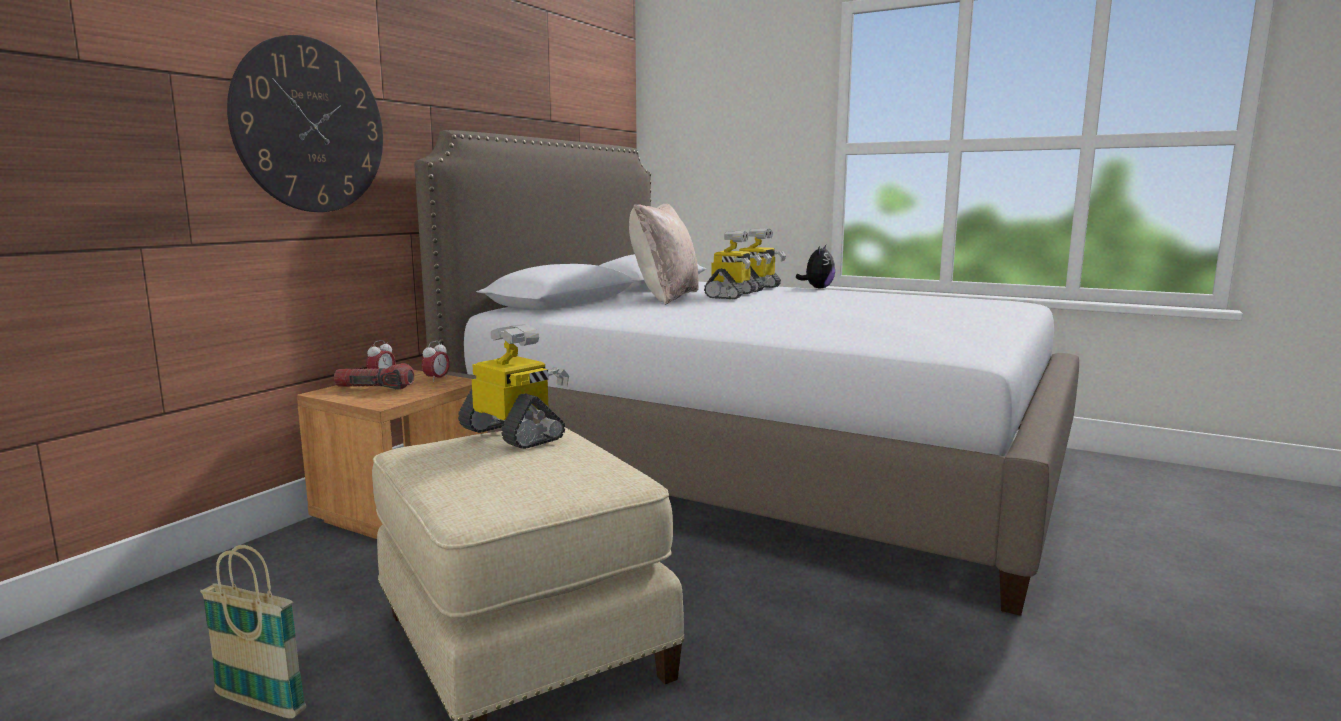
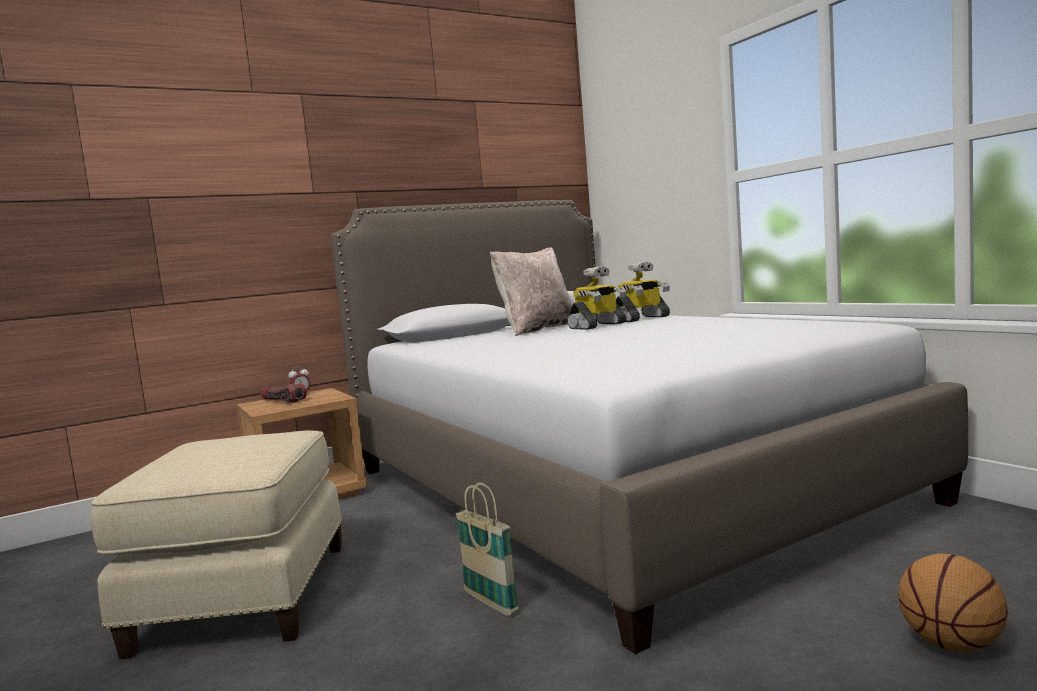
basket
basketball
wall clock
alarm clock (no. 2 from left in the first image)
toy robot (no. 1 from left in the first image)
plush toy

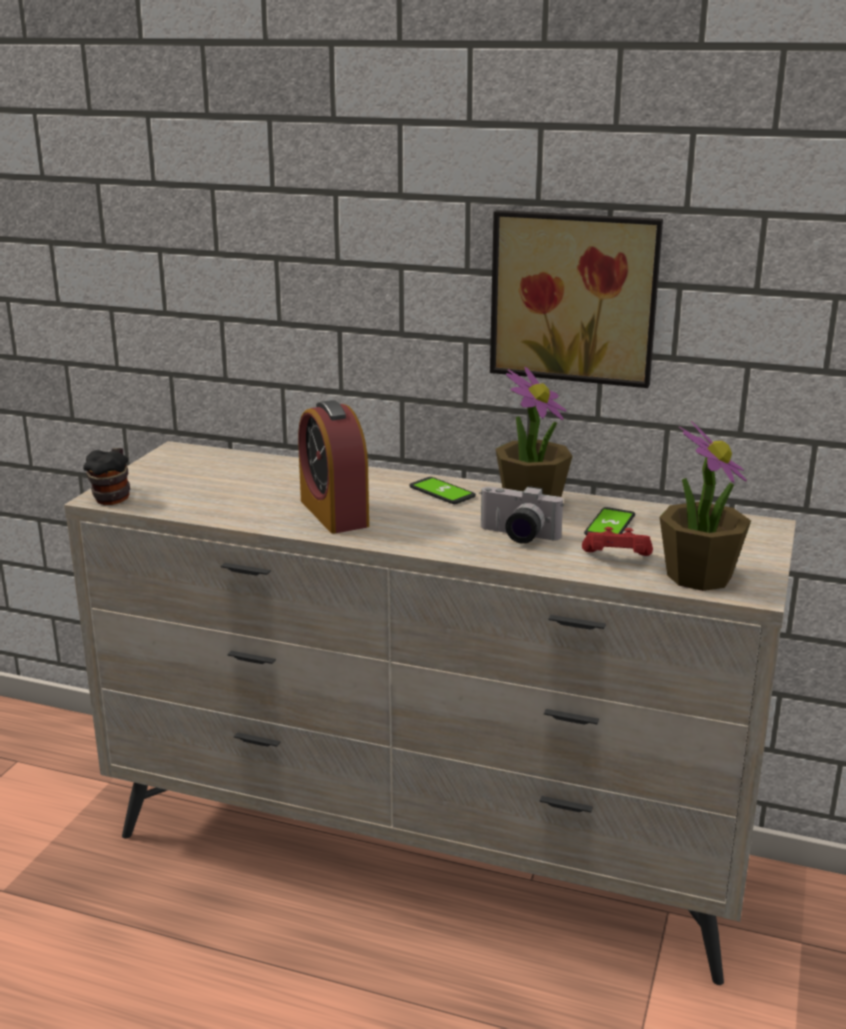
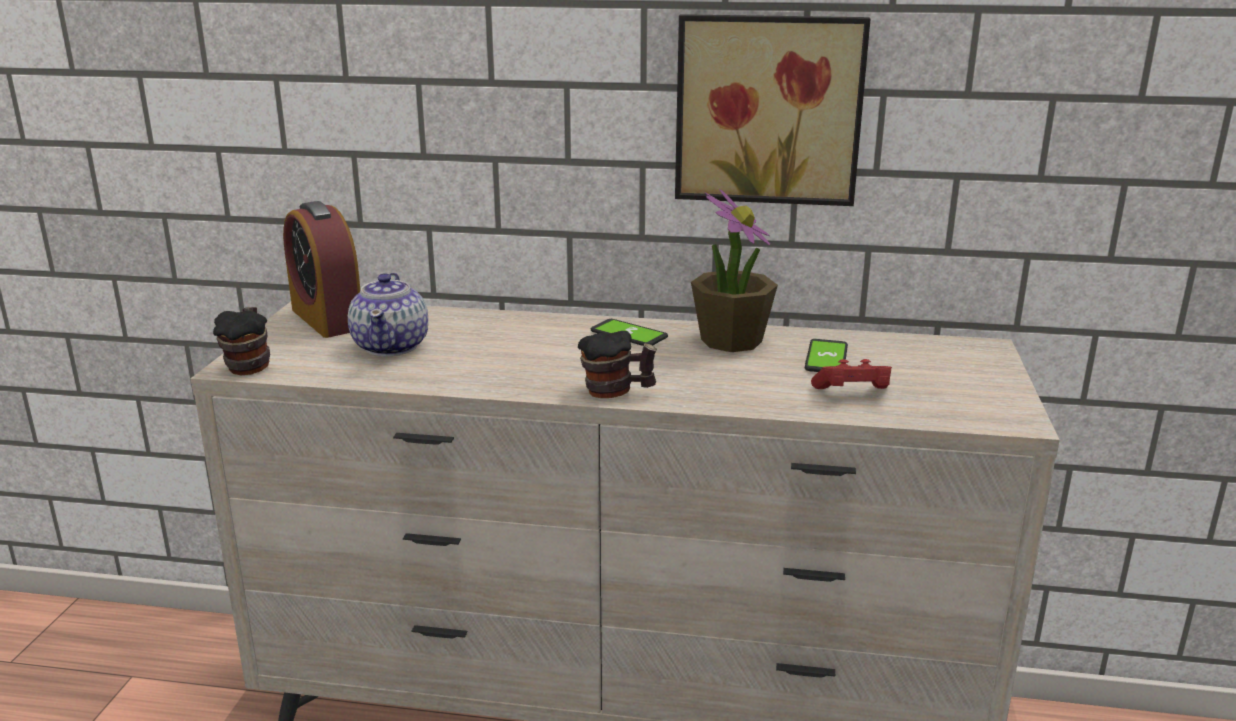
alarm clock
teapot
mug (no. 2 from left)
photo camera
potted plant (no. 2 from left in the first image)

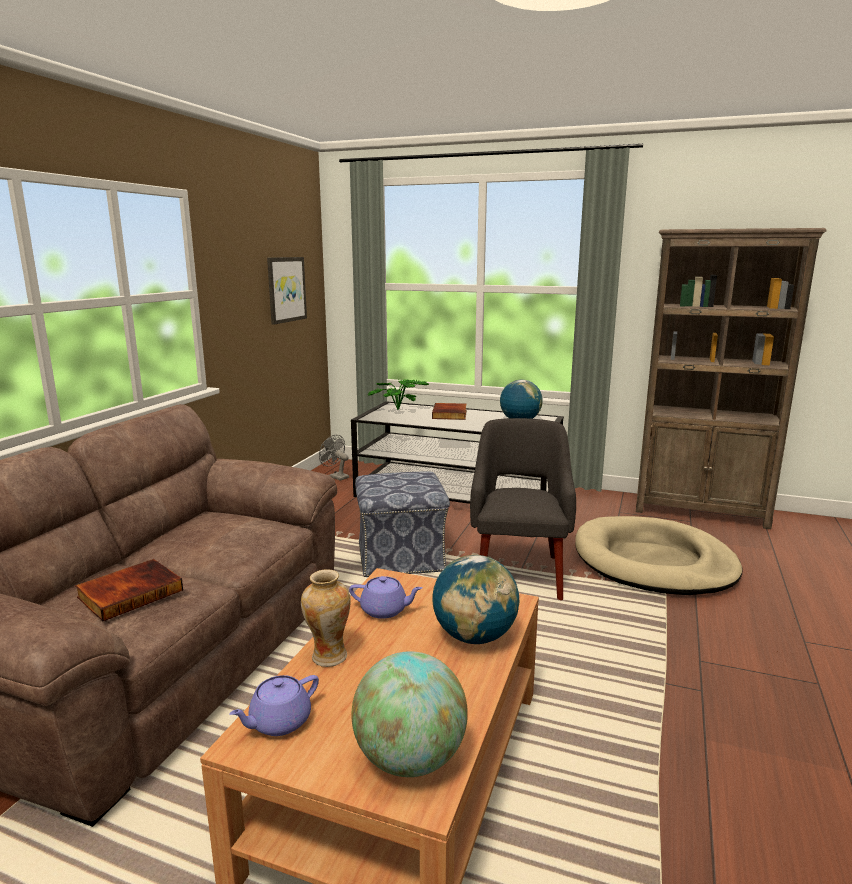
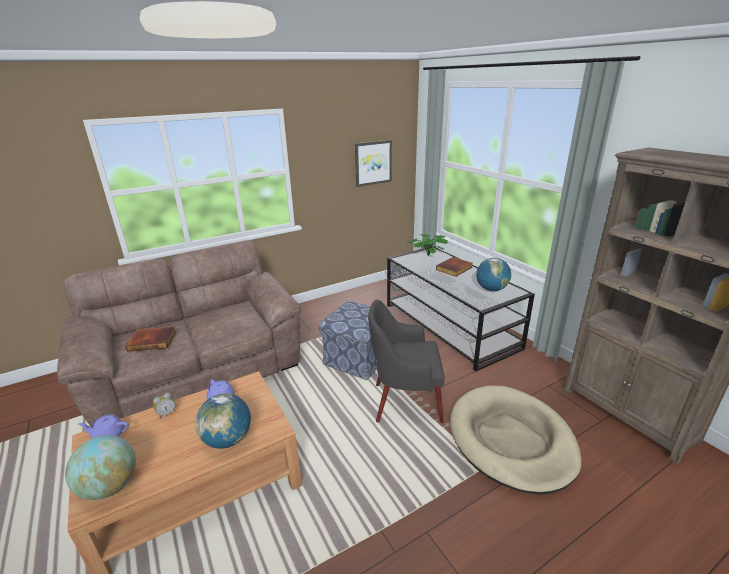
alarm clock
grey armchair

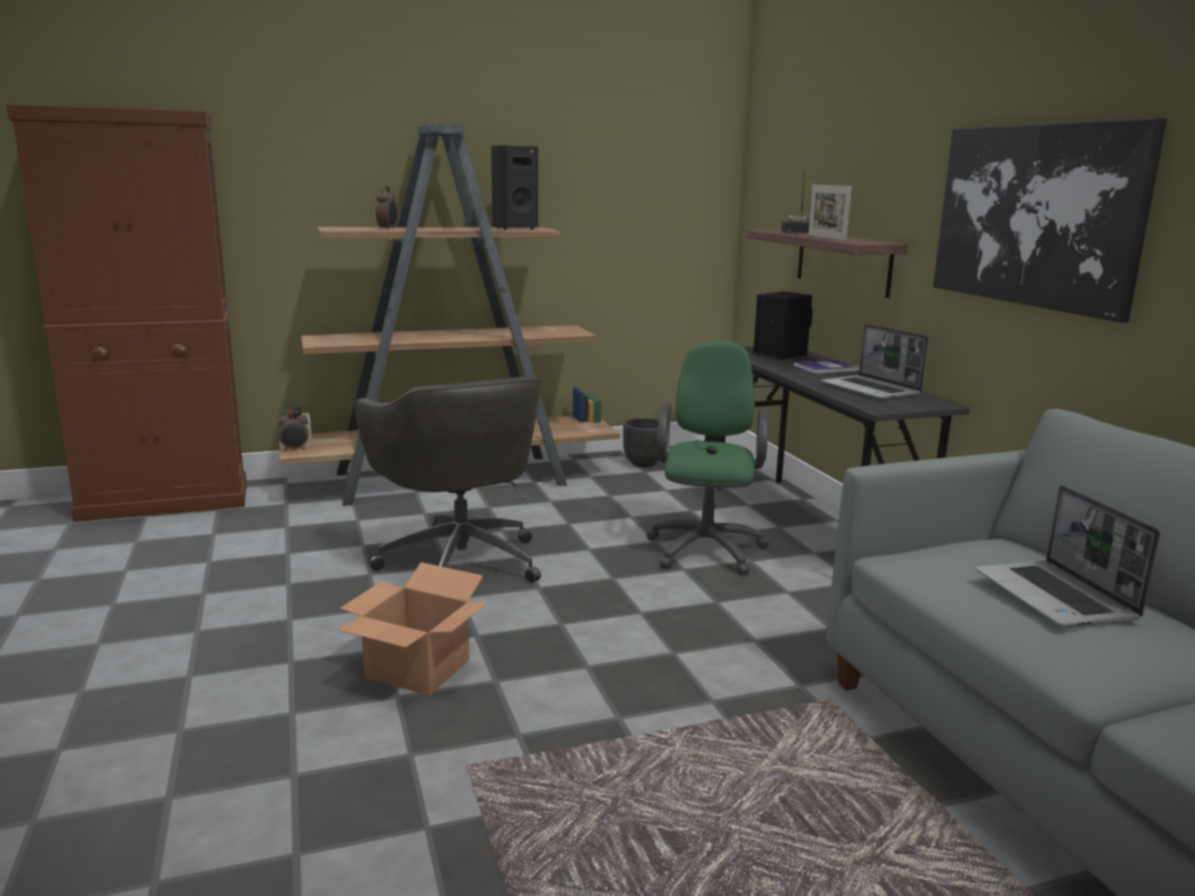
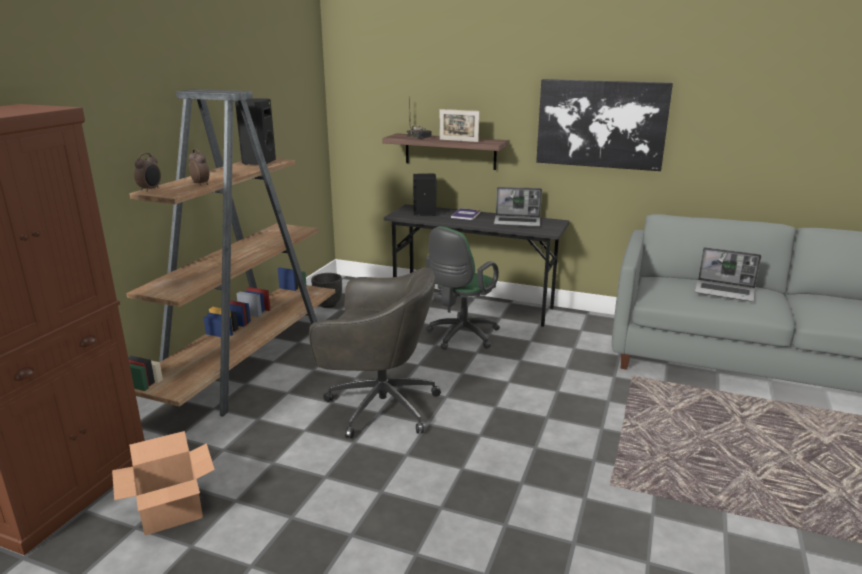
cardboard box
alarm clock (no. 1 from left)
green office chair

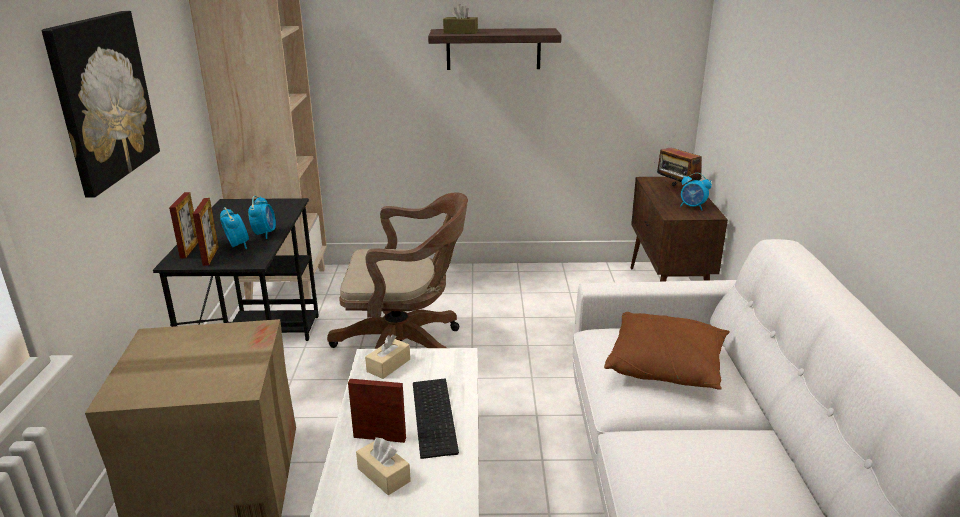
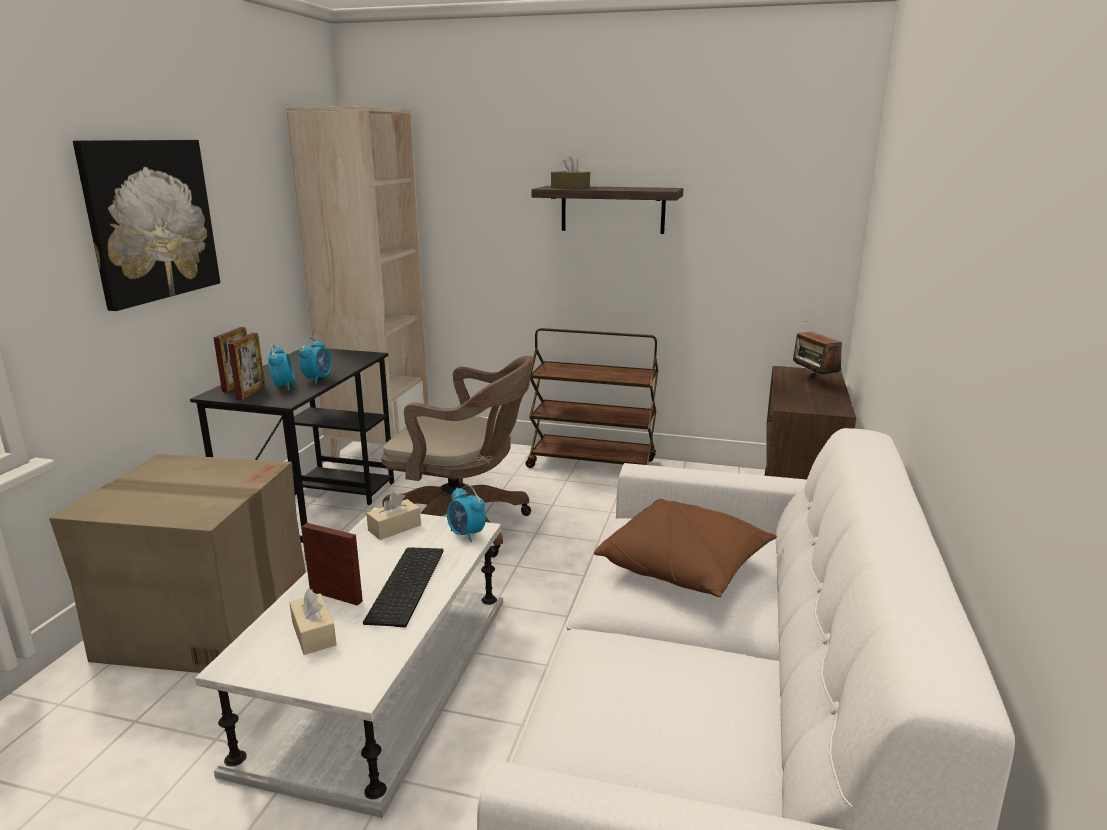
alarm clock (no. 3 from left)
brown cart

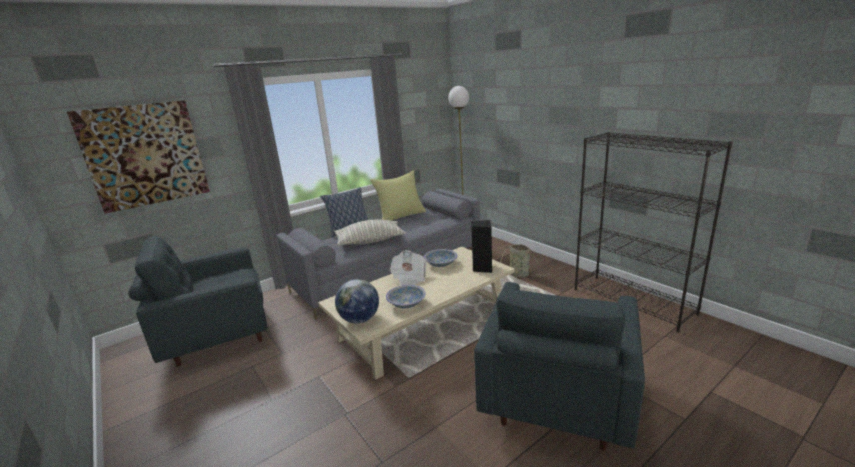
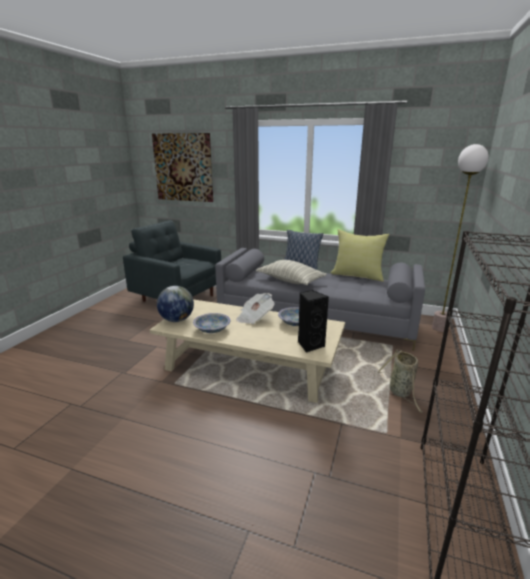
grey armchair (no. 2 from left in the first image)

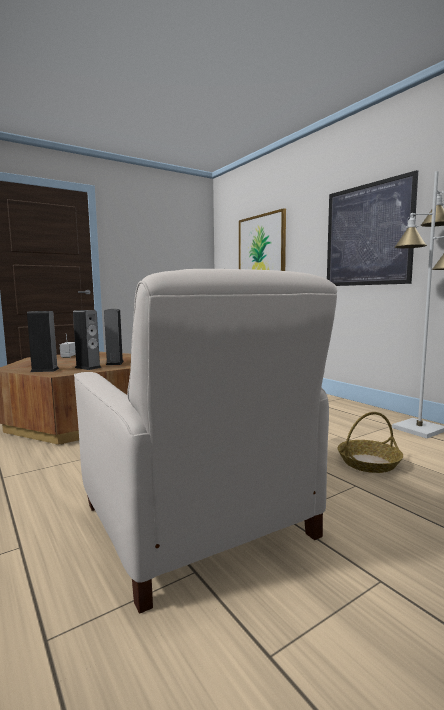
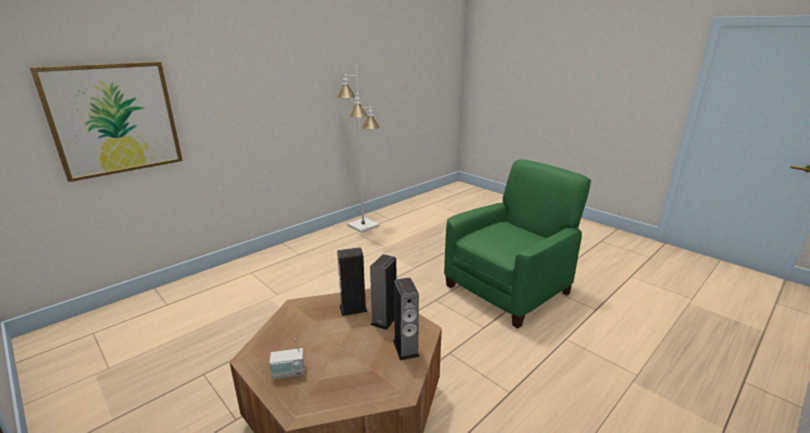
green armchair
picture (no. 2 from left in the first image)
basket

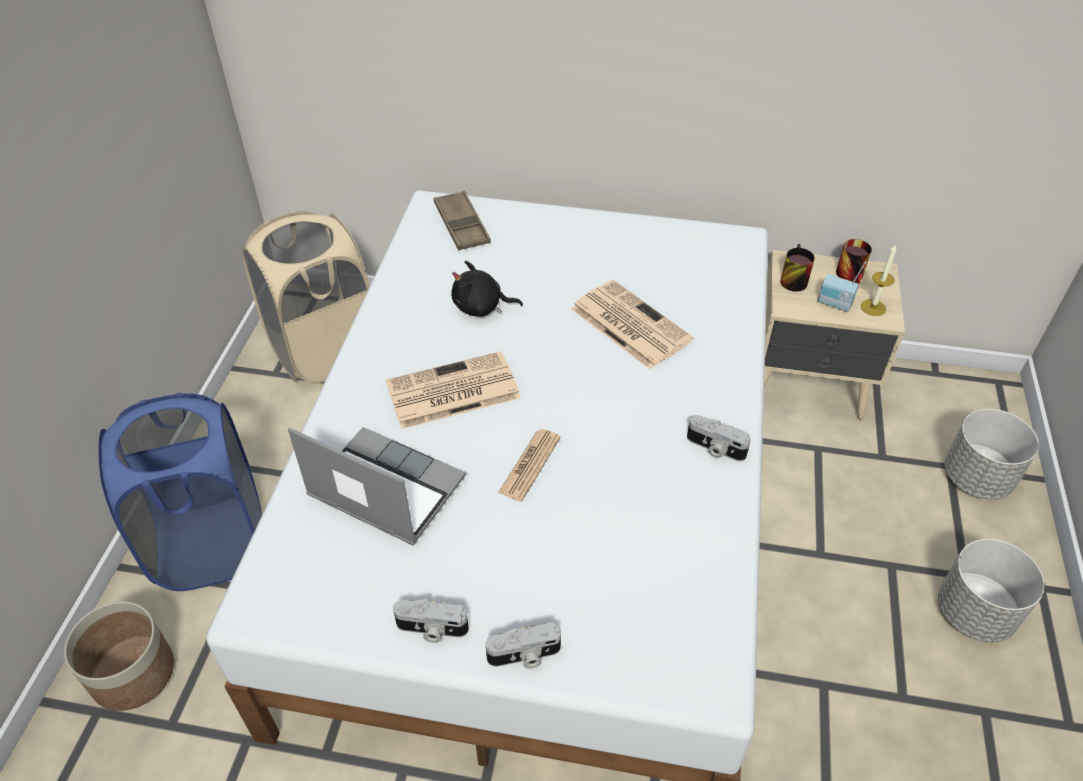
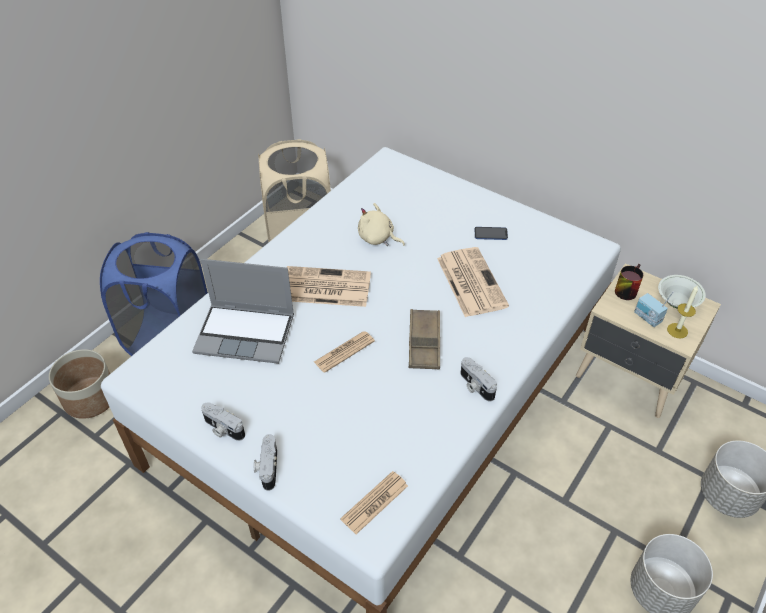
laptop
photo camera (no. 2 from left)
newspaper (no. 3 from left)
beige plush toy
brown tray
phone
white bowl

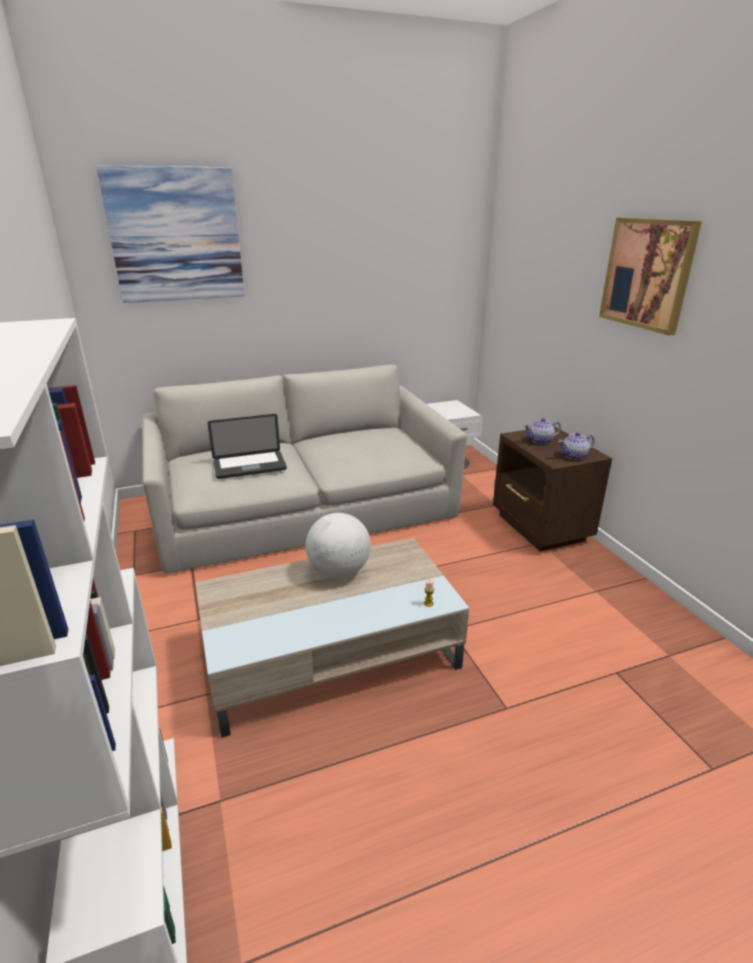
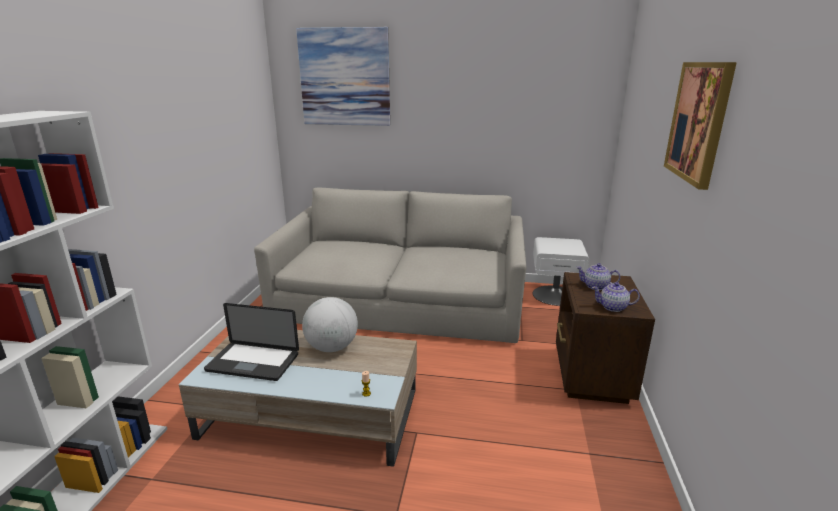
laptop

